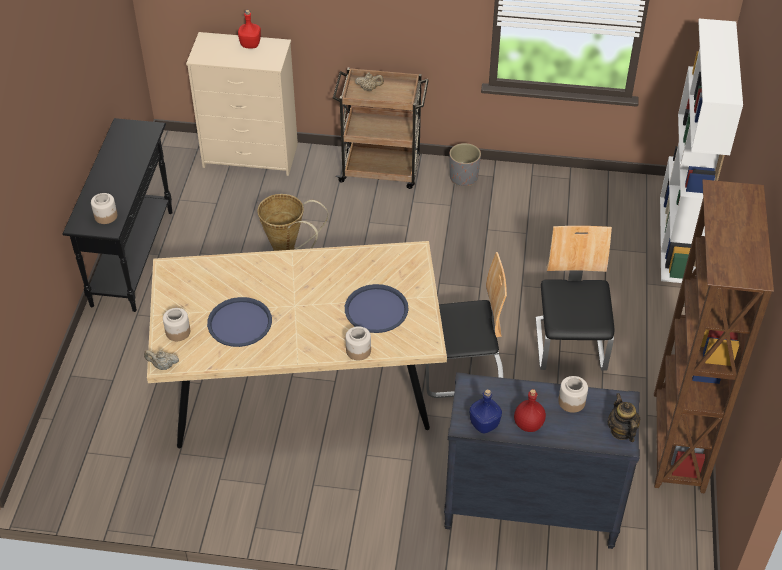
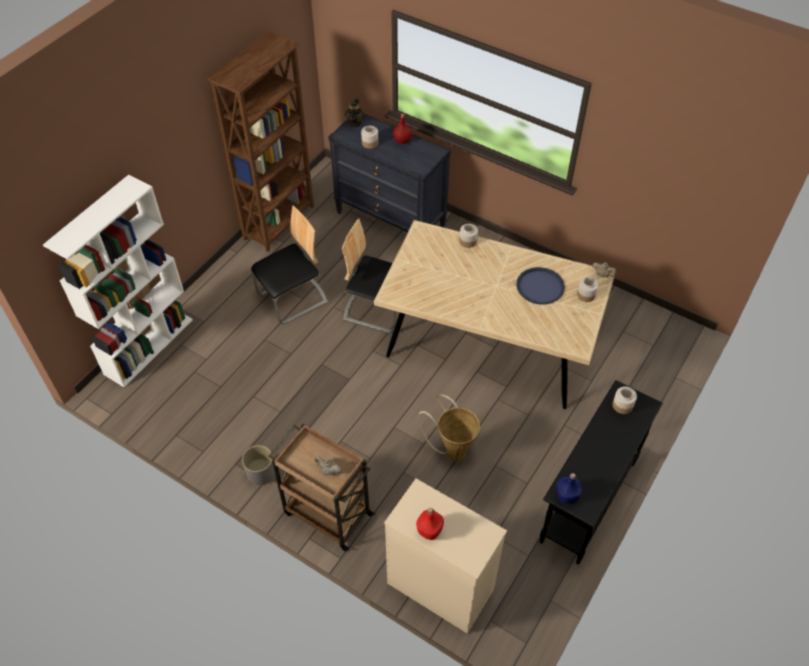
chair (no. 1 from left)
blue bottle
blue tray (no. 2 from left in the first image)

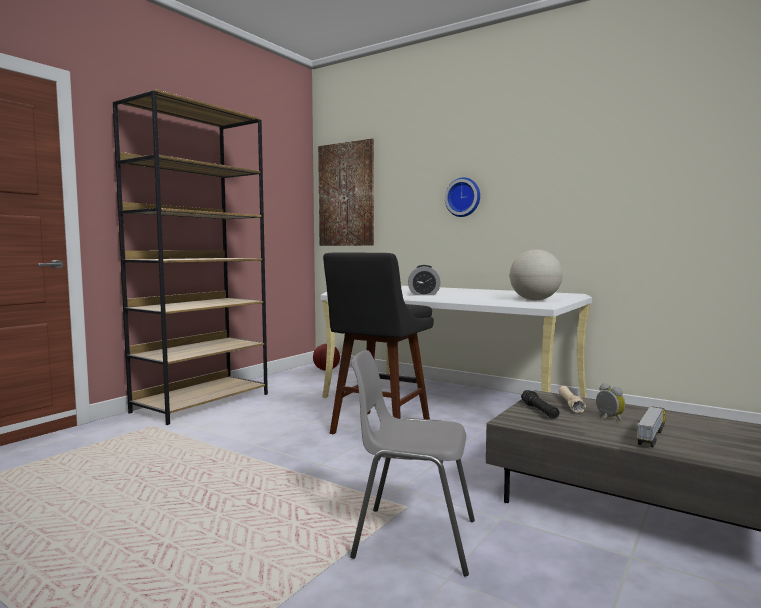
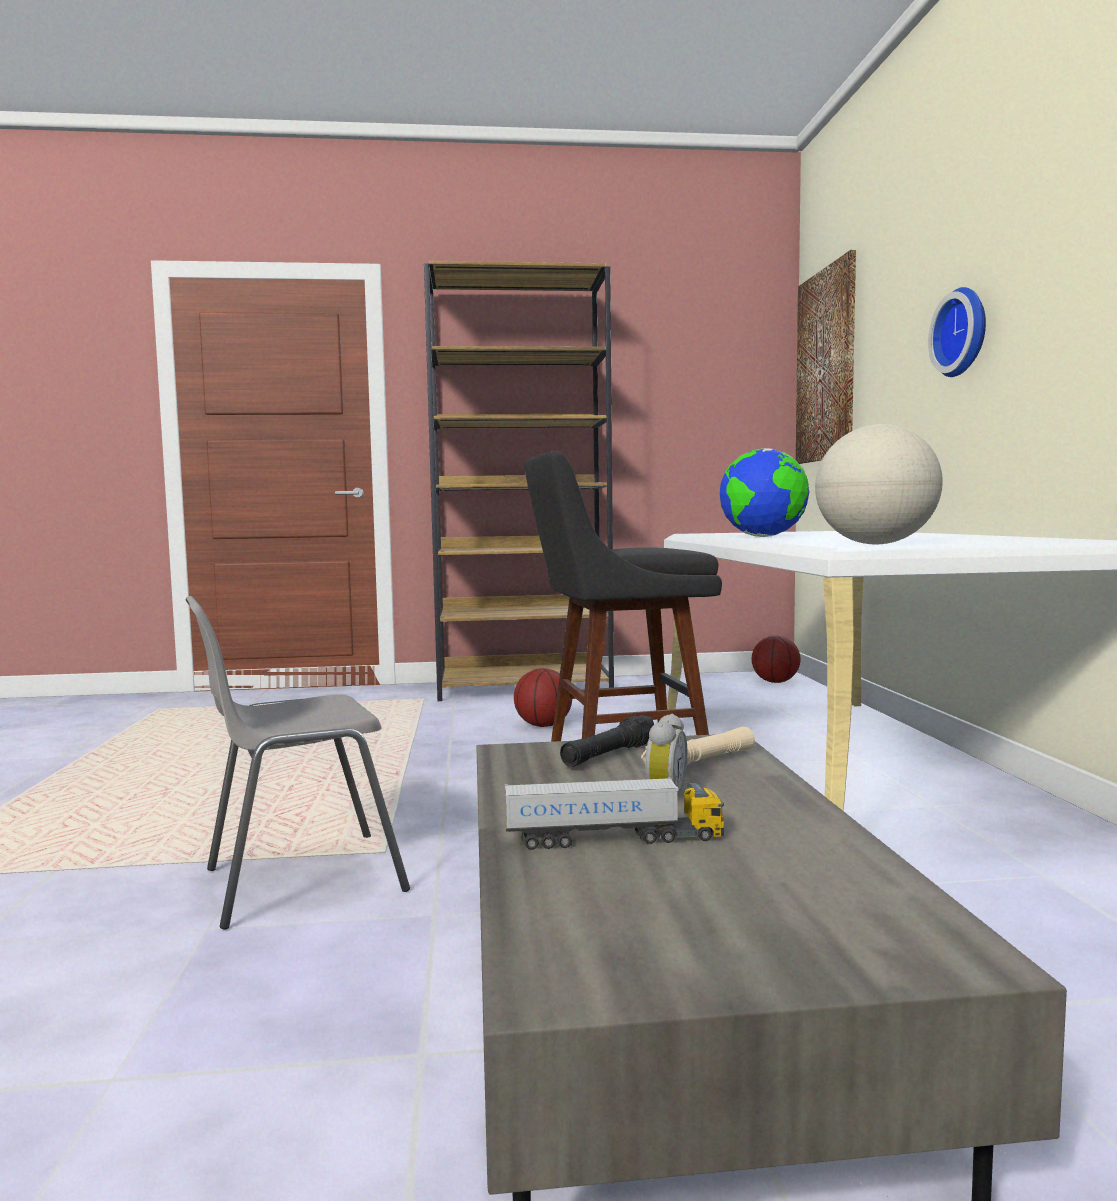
grey chair
basketball (no. 1 from left)
globe (no. 1 from left)

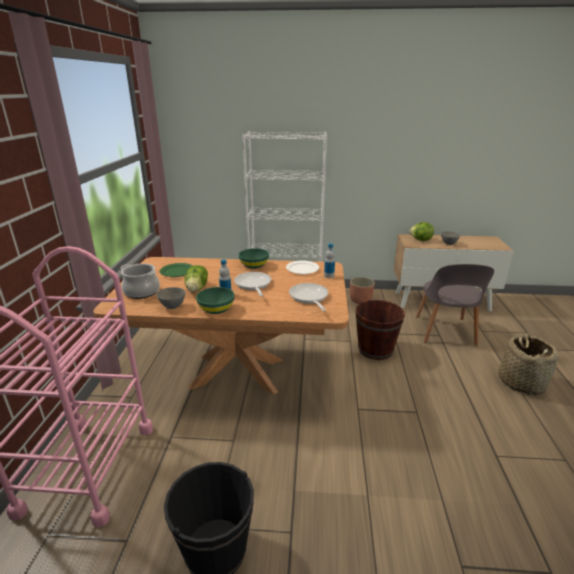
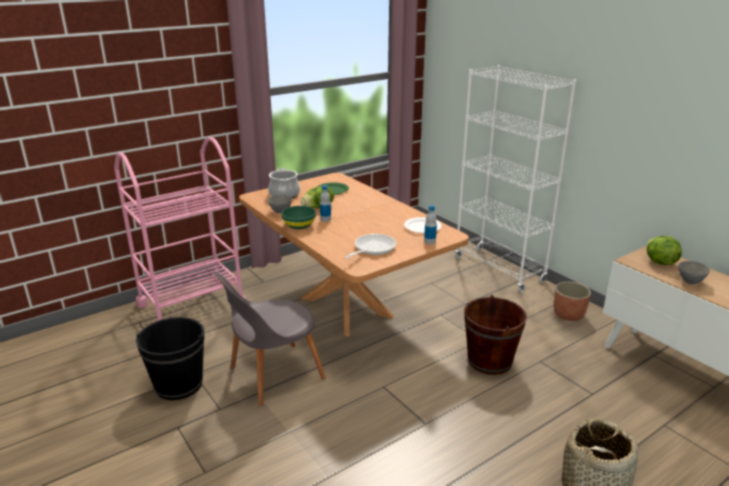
grey chair
frying pan (no. 1 from left in the first image)
green bowl (no. 2 from left in the first image)

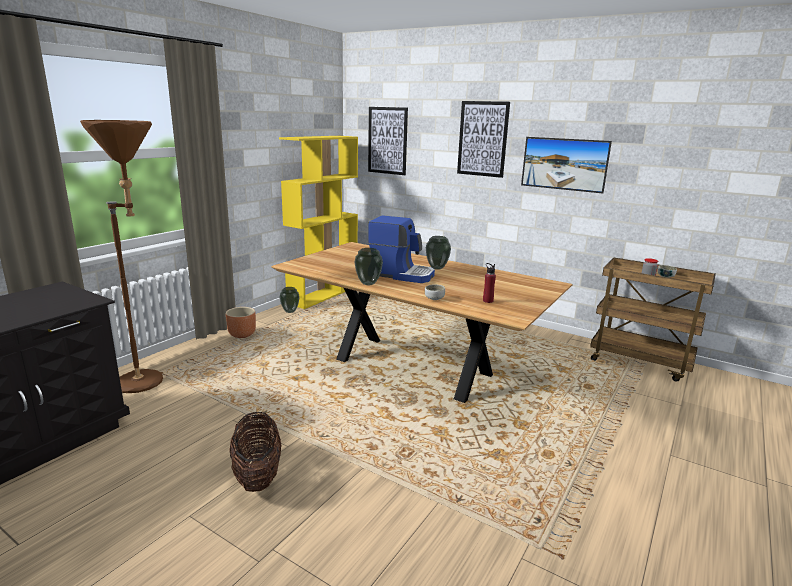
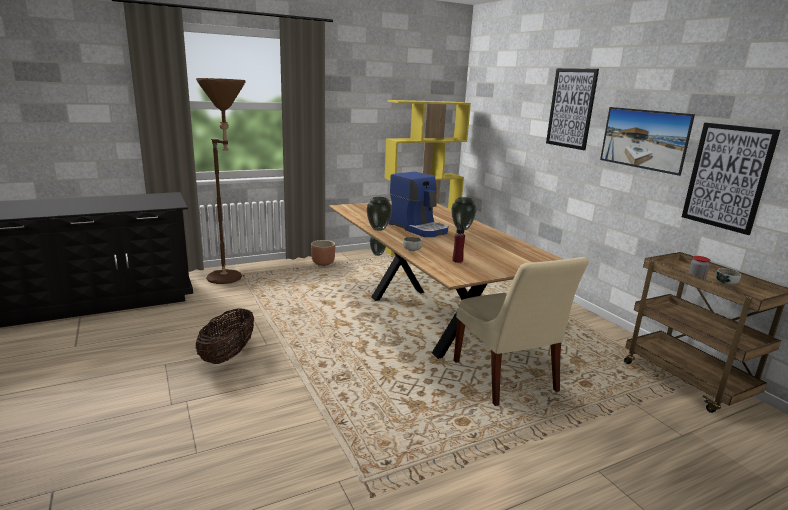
beige chair
picture (no. 3 from left)

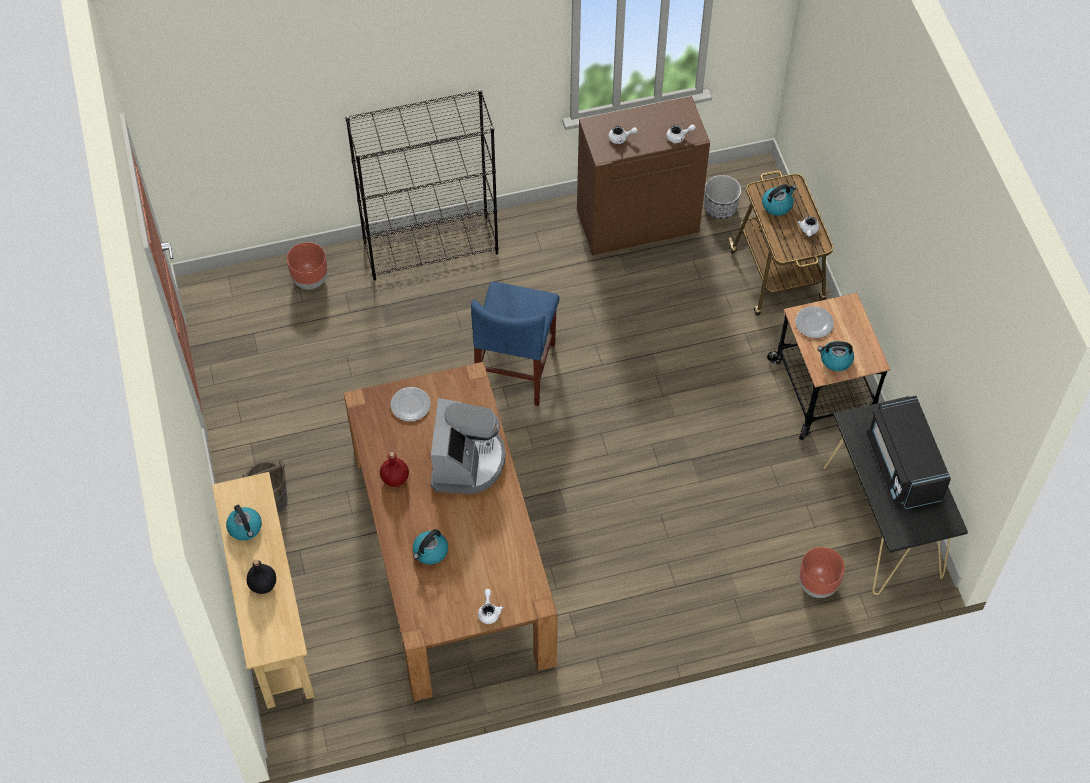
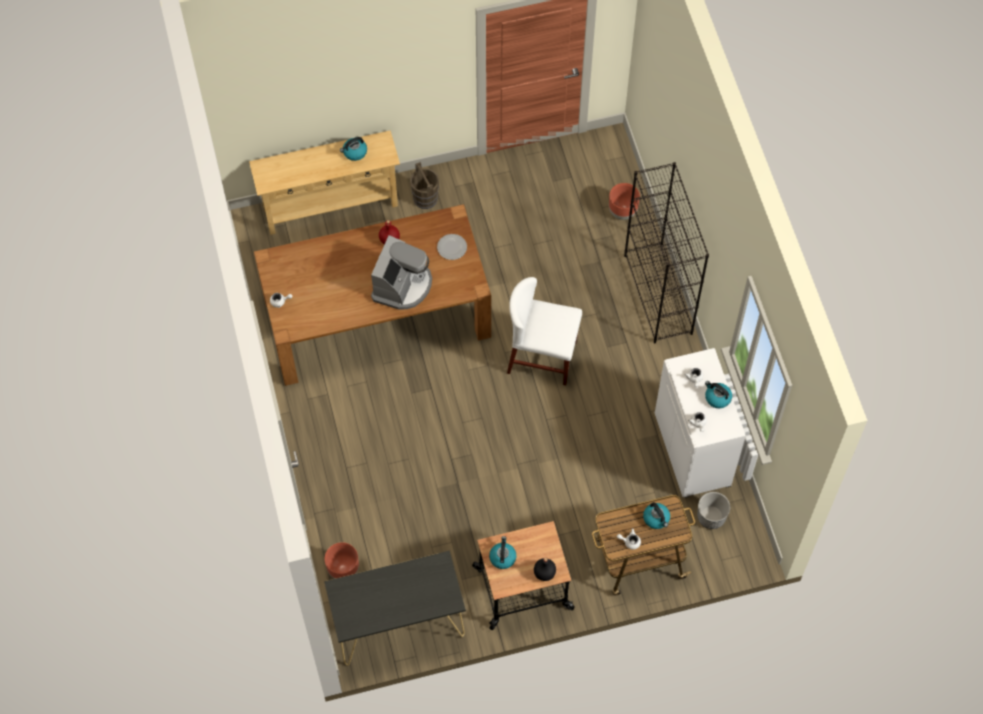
coffee machine
white chair
black bottle
white cabinet
kettle (no. 4 from left)
plate (no. 2 from left in the first image)
black microwave

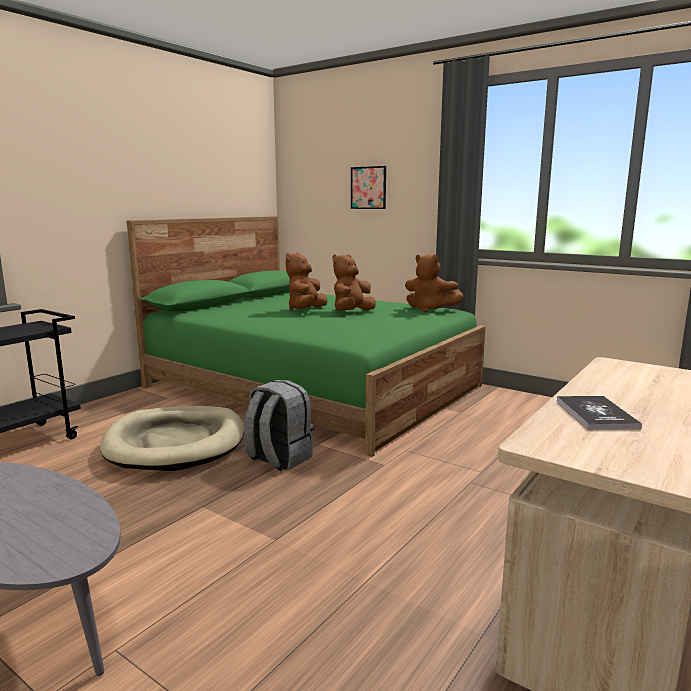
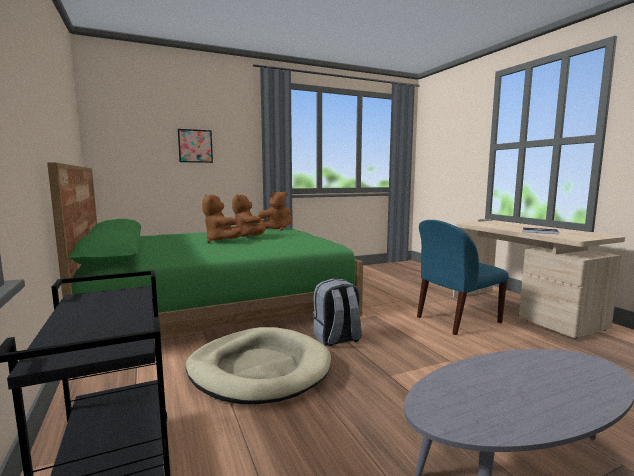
blue chair

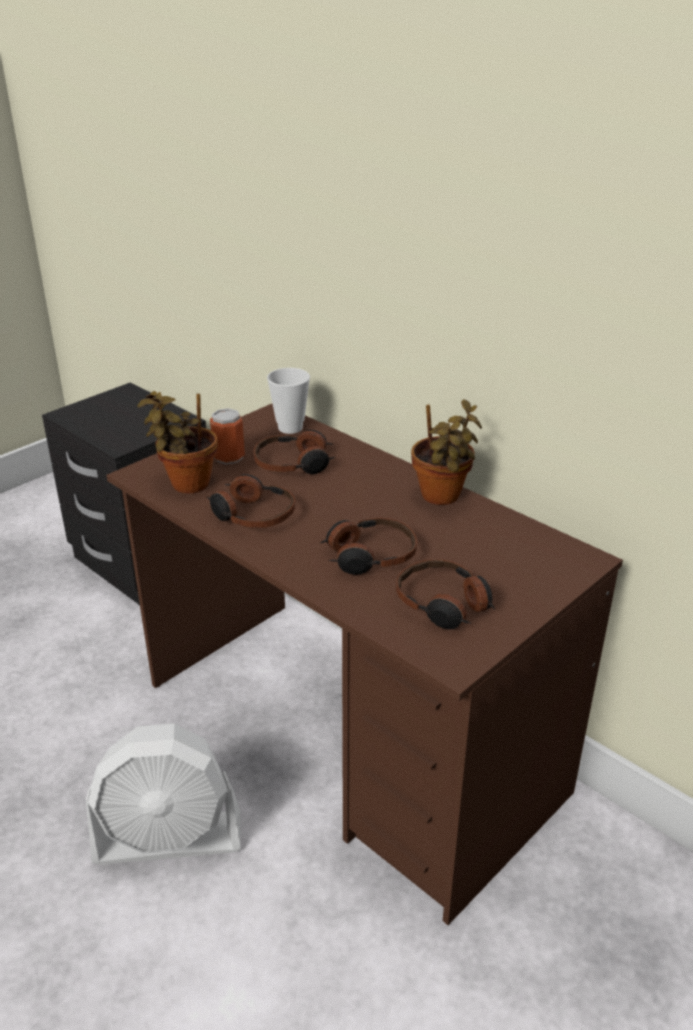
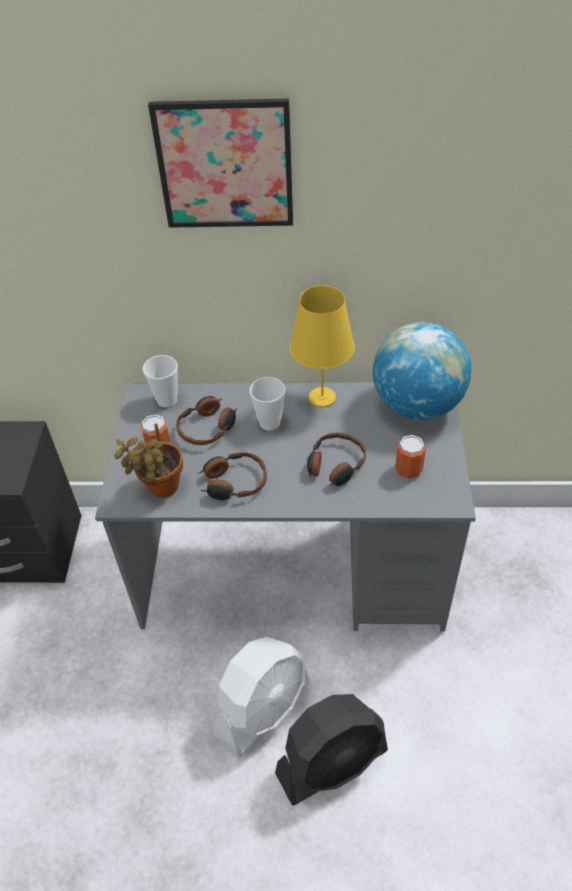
grey desk
picture
cup (no. 2 from left)
black fan
yellow table lamp
globe
can (no. 2 from left)

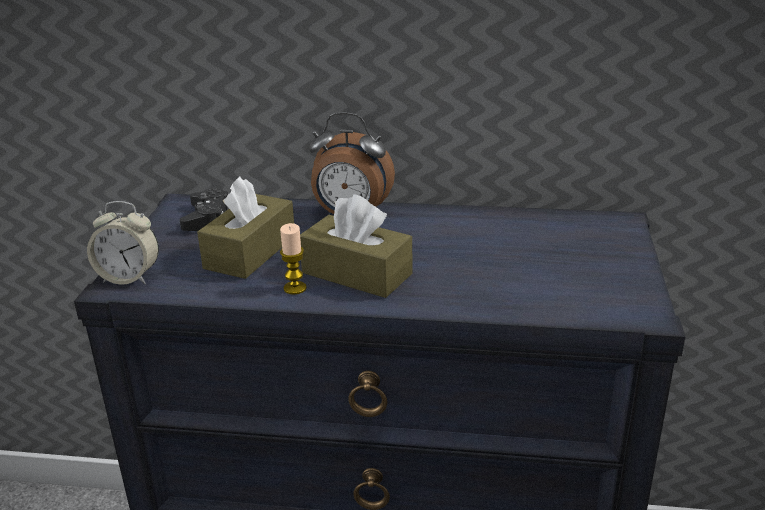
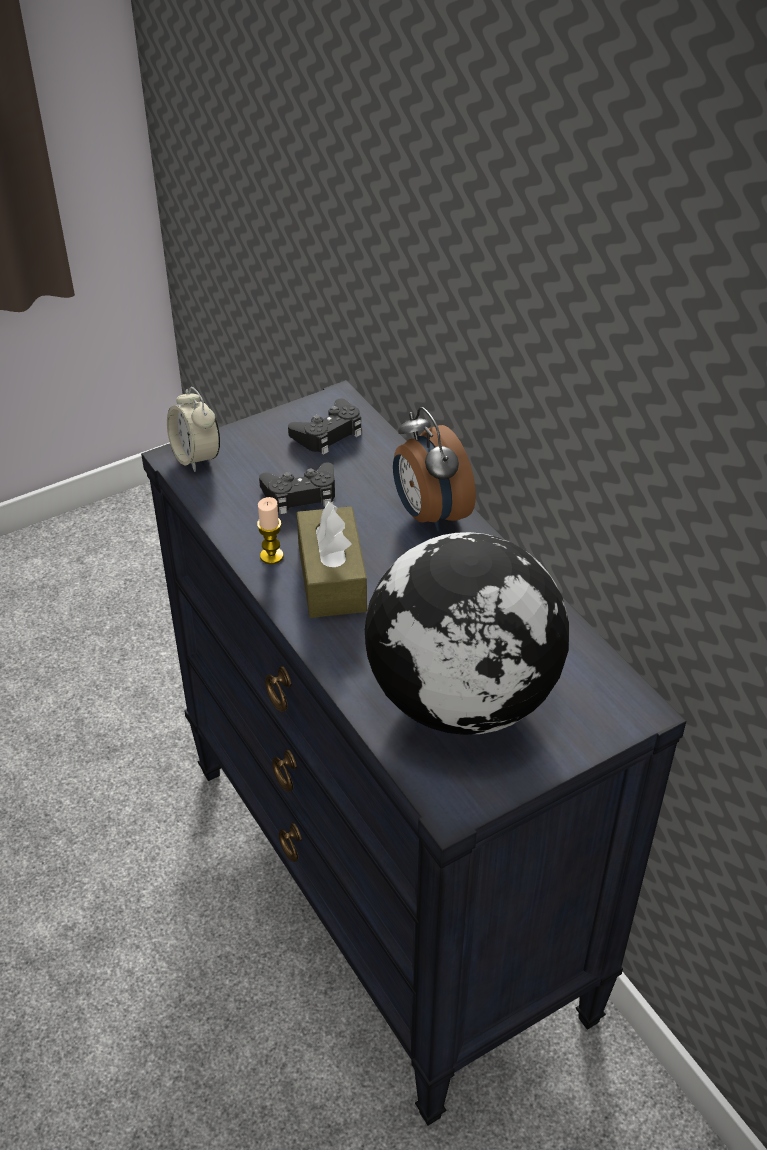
black game controller (no. 1 from left)
globe

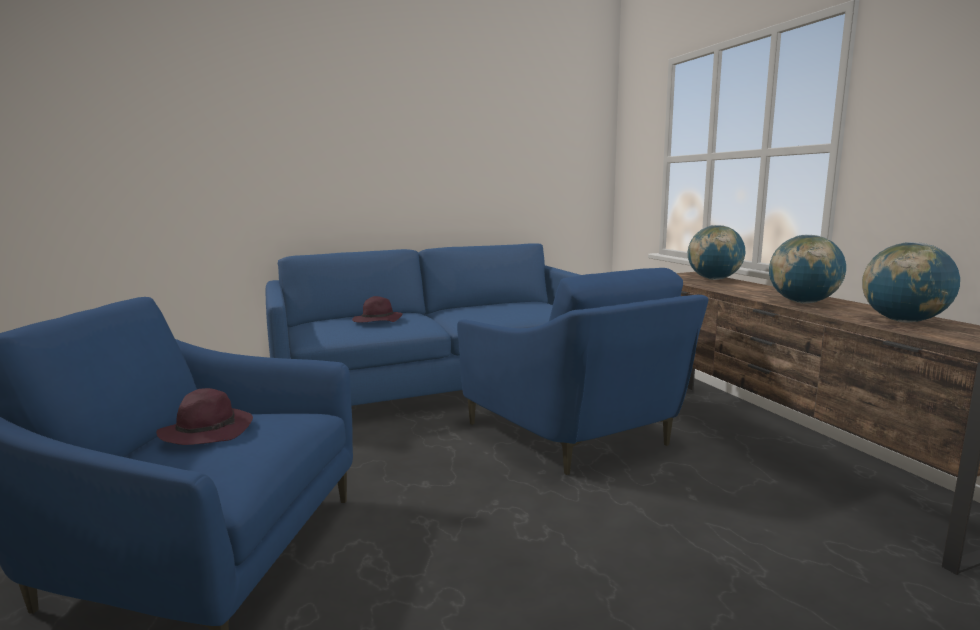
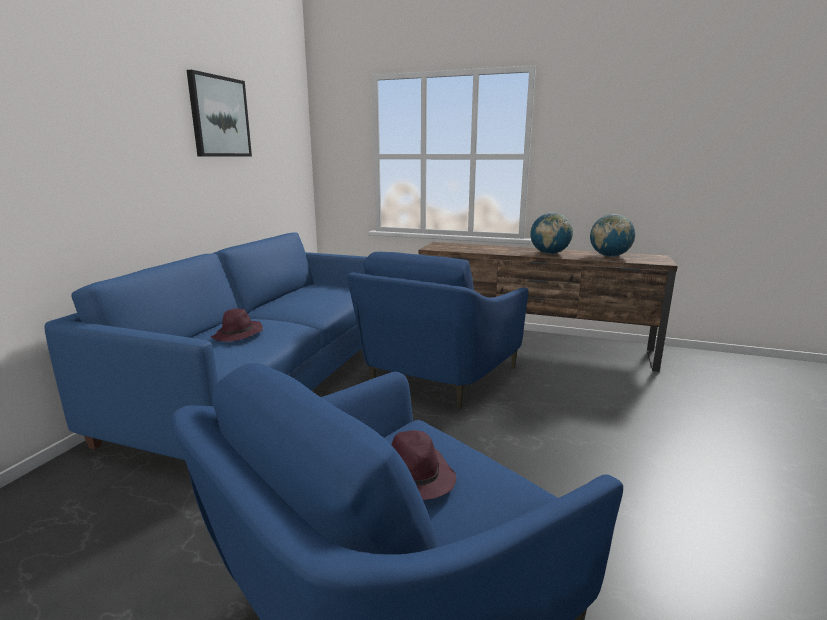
picture
blue armchair (no. 2 from left)
globe (no. 1 from left in the first image)

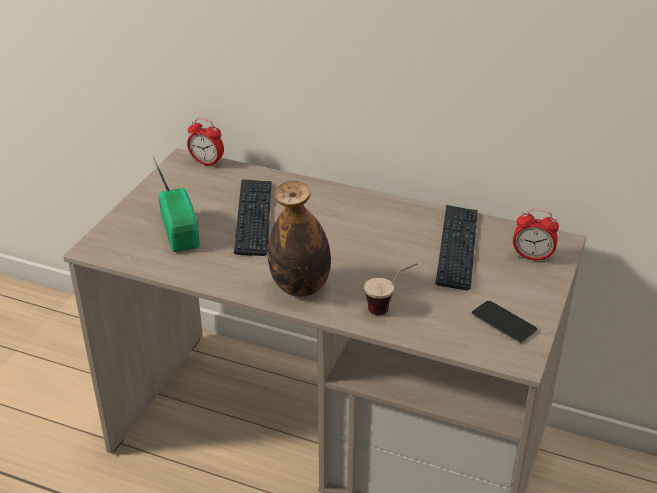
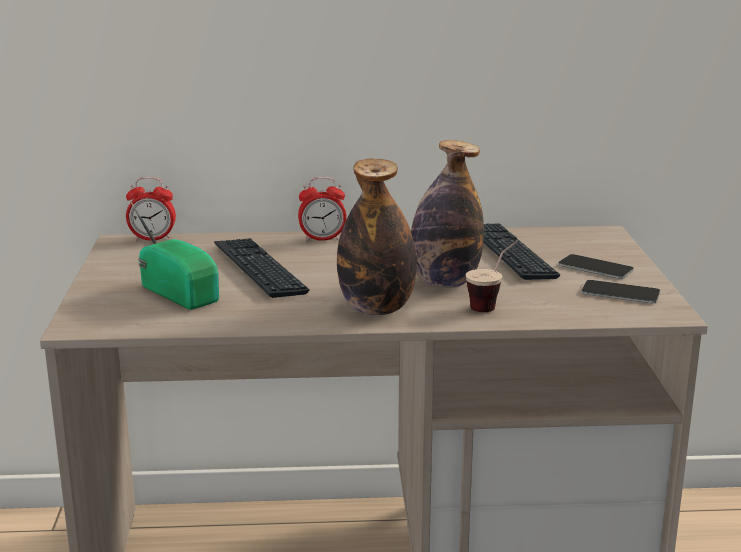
alarm clock (no. 2 from left)
bottle (no. 2 from left)
phone (no. 1 from left)

